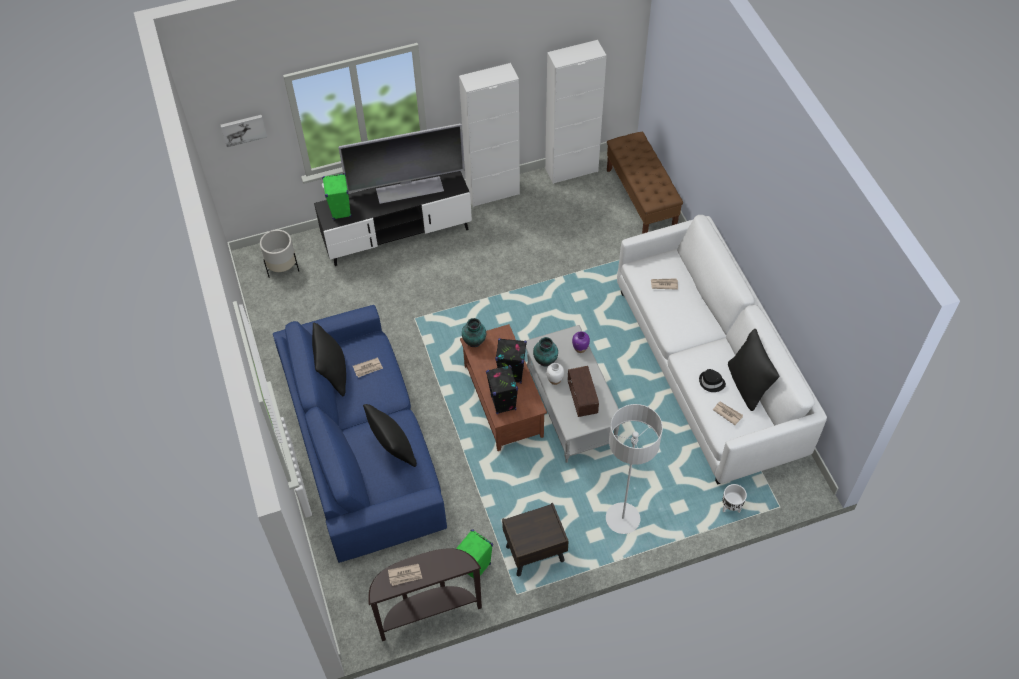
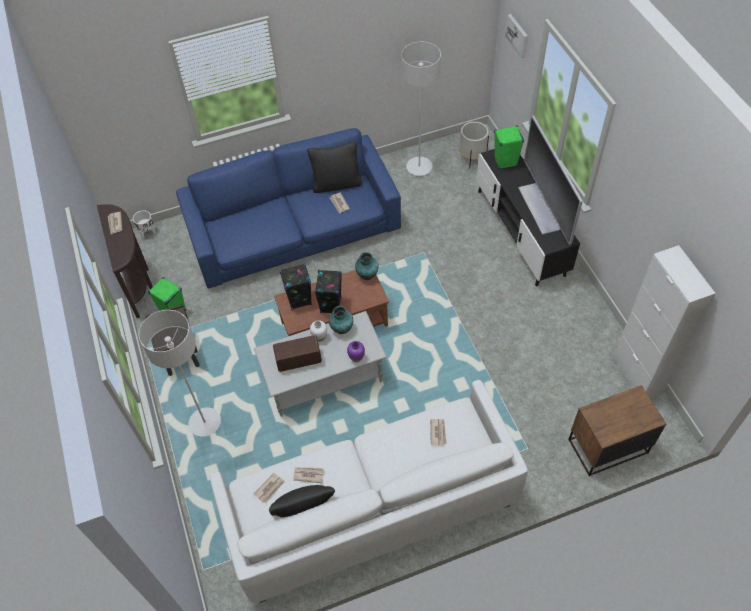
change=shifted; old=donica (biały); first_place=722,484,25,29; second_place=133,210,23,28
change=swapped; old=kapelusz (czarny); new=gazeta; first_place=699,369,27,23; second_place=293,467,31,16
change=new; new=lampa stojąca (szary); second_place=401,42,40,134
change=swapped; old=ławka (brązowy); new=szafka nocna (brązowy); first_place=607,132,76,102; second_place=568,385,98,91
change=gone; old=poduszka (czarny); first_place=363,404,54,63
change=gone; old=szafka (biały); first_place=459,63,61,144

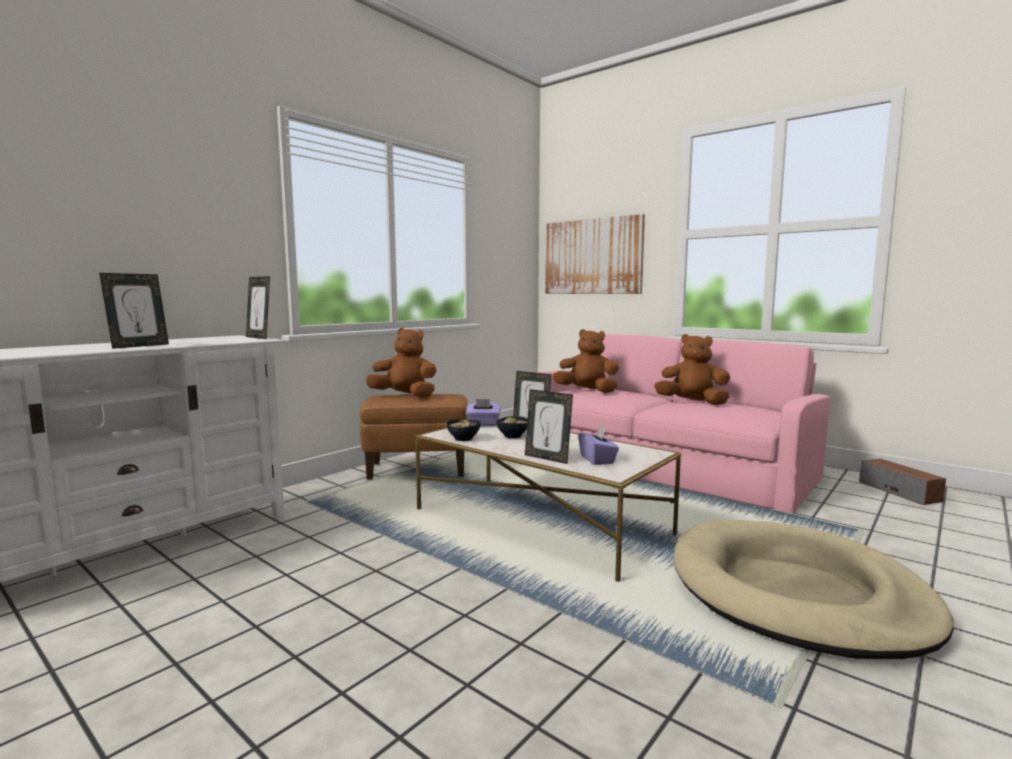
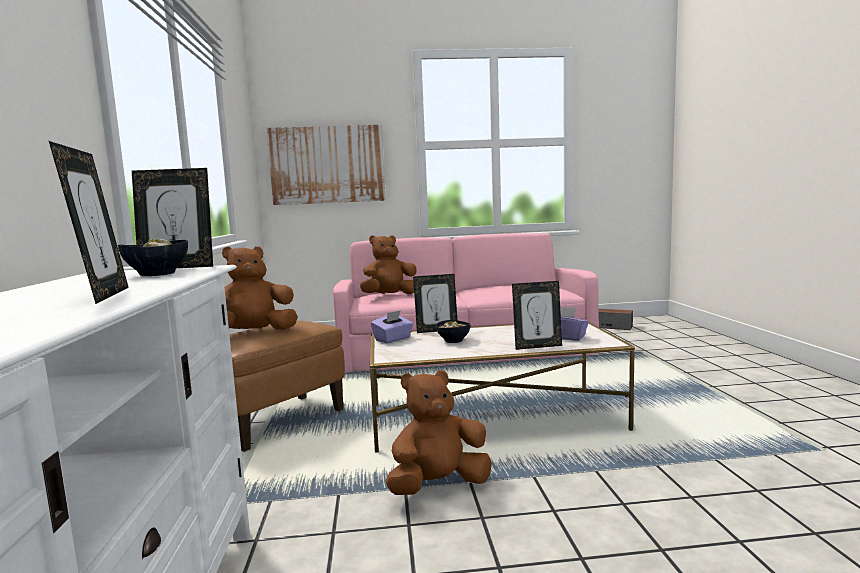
change=shifted; old=miska; first_place=447,419,34,22; second_place=118,239,70,37
change=shifted; old=pluszak (brązowy); first_place=654,334,76,71; second_place=386,370,106,125
change=gone; old=legowisko (beżowy); first_place=674,520,280,139

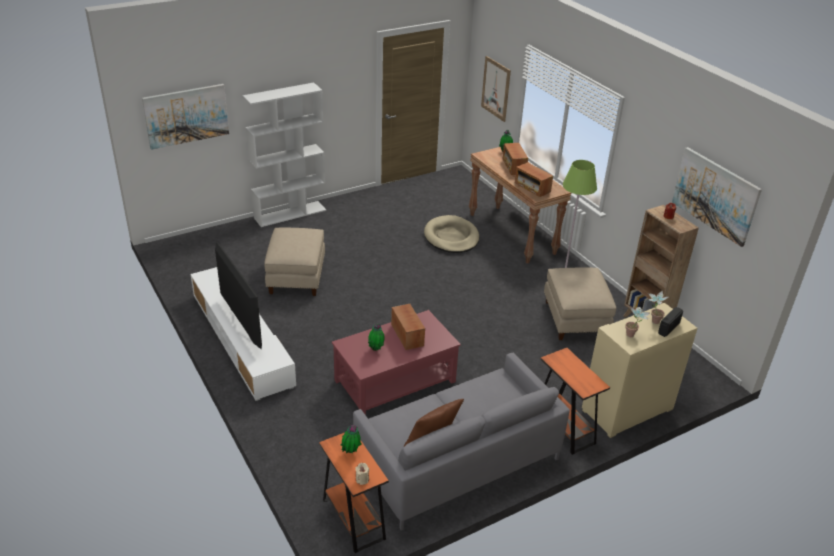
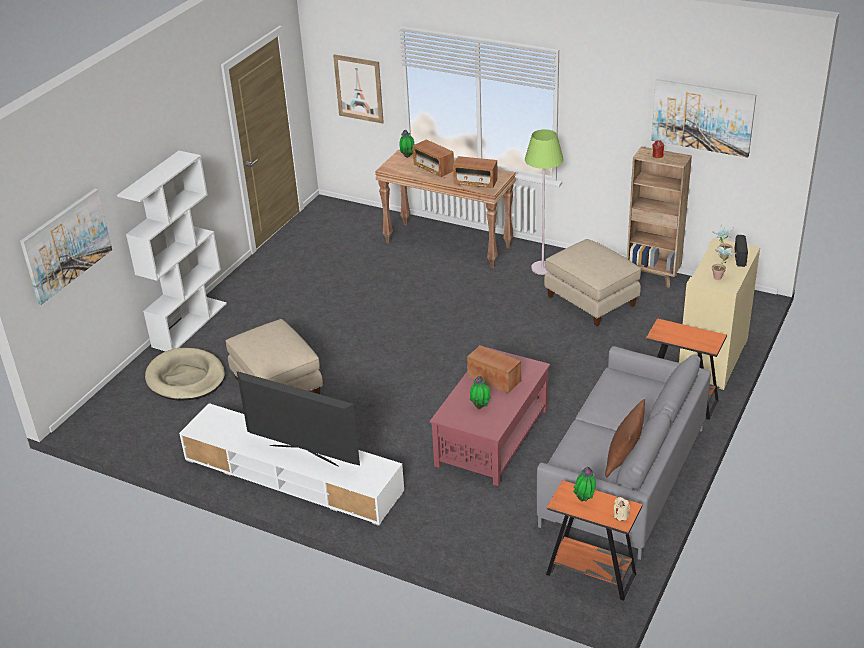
change=shifted; old=legowisko (beżowy); first_place=424,215,55,38; second_place=145,348,80,53

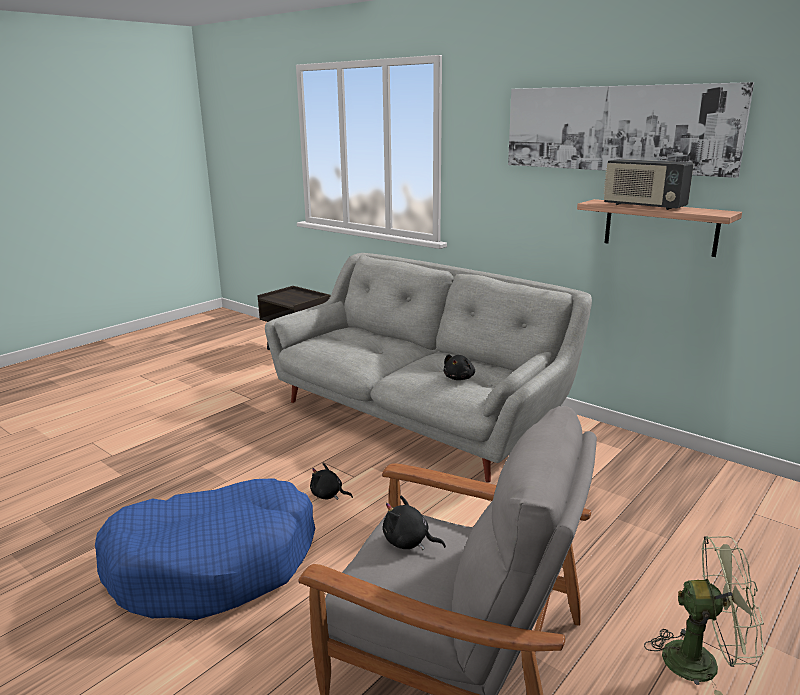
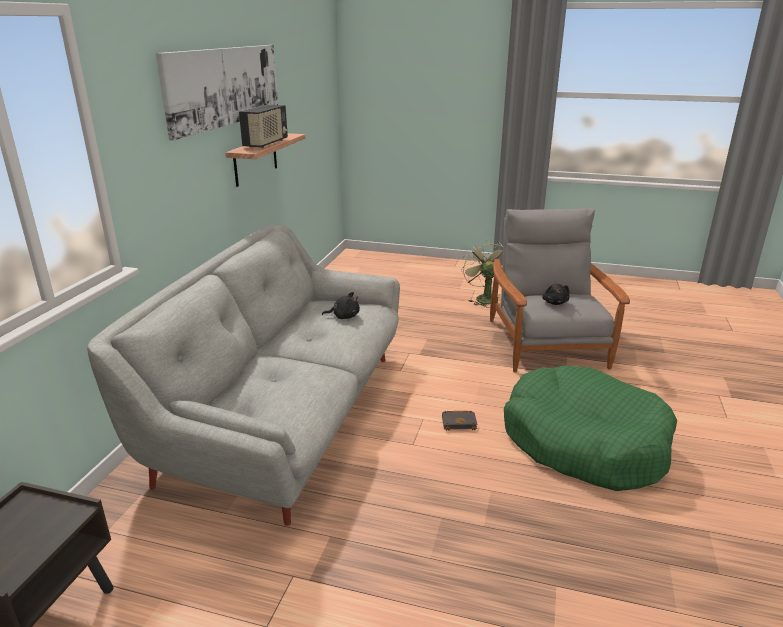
change=swapped; old=pluszak (czarny); new=książka (czarny); first_place=310,463,43,37; second_place=442,411,35,20
change=repainted; old=legowisko (niebieski); new=legowisko (zielony); first_place=95,478,220,142; second_place=504,365,173,126

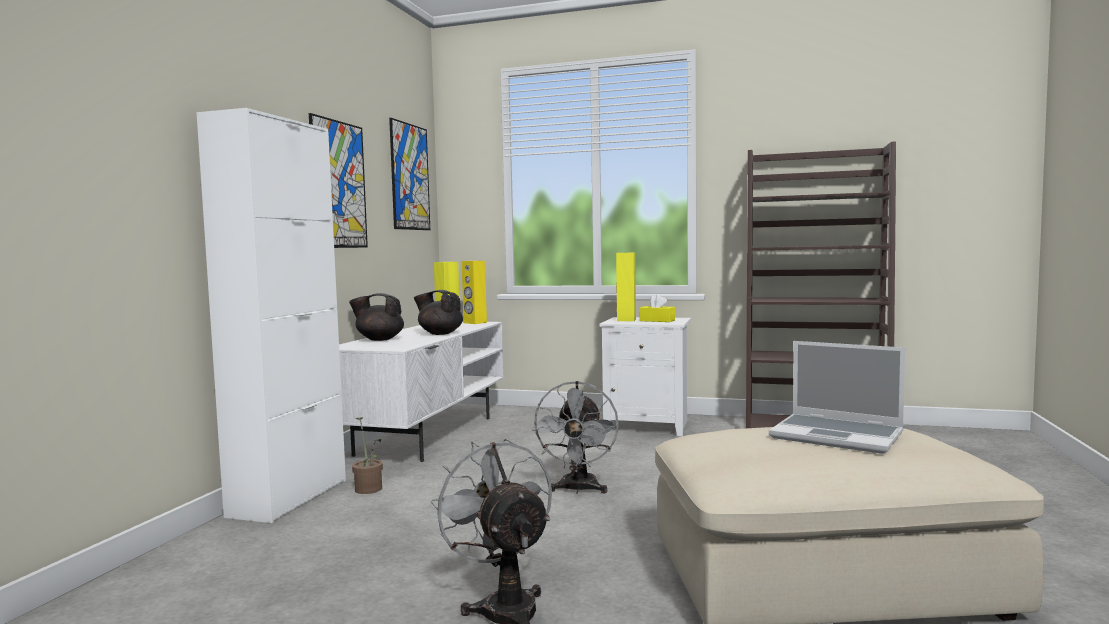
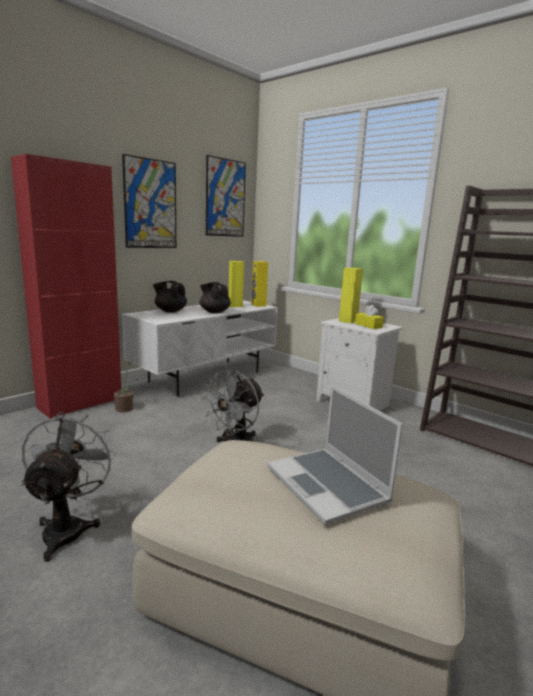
change=repainted; old=szafka (biały); new=szafka (czerwony); first_place=197,108,149,415; second_place=11,154,110,265

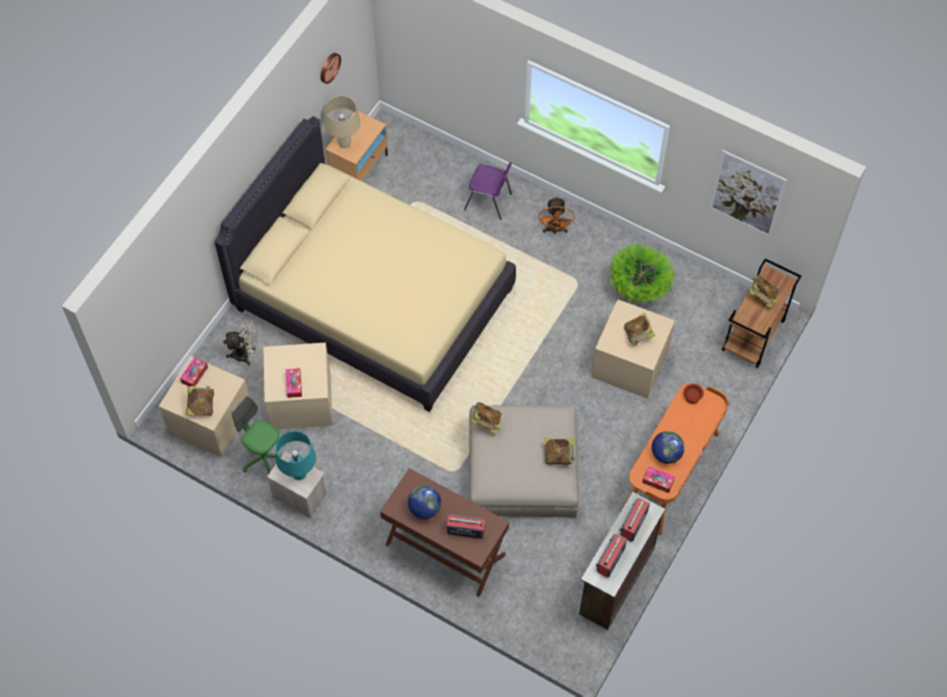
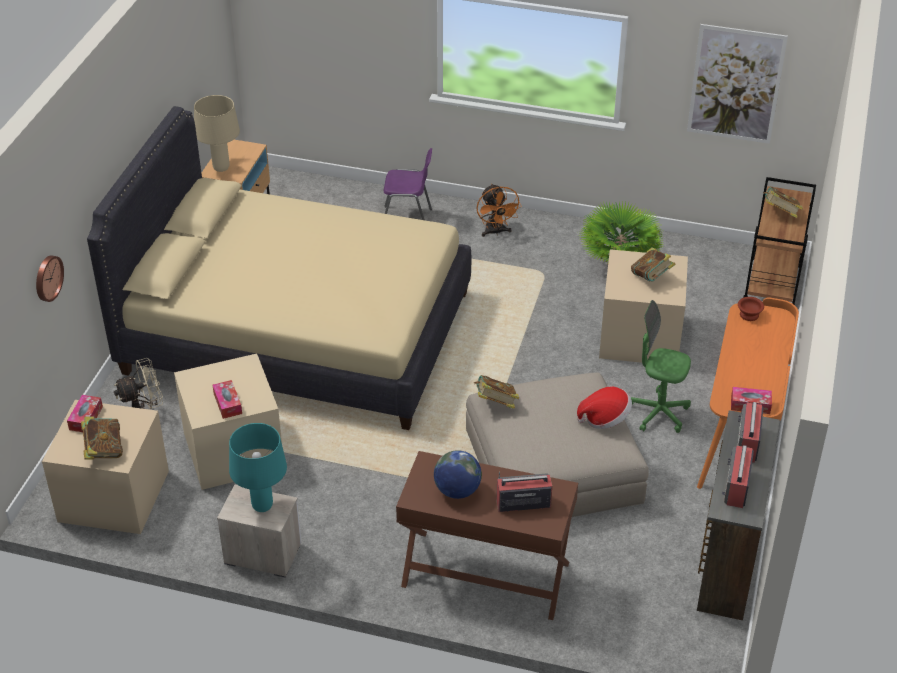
change=shifted; old=zegar ścienny; first_place=320,53,21,31; second_place=36,255,28,47
change=swapped; old=książka; new=kapelusz; first_place=544,438,32,27; second_place=577,386,55,43
change=shifted; old=krzesło biurowe (zielony); first_place=231,396,52,83; second_place=631,300,60,133
change=gone; old=globus; first_place=652,431,33,33

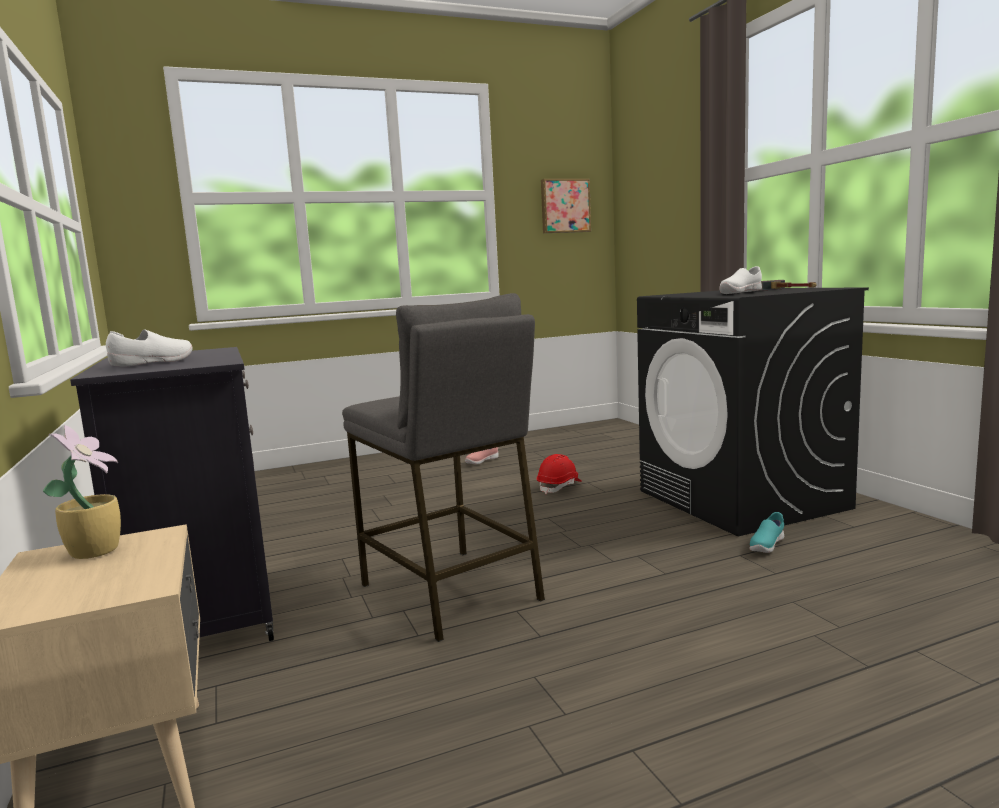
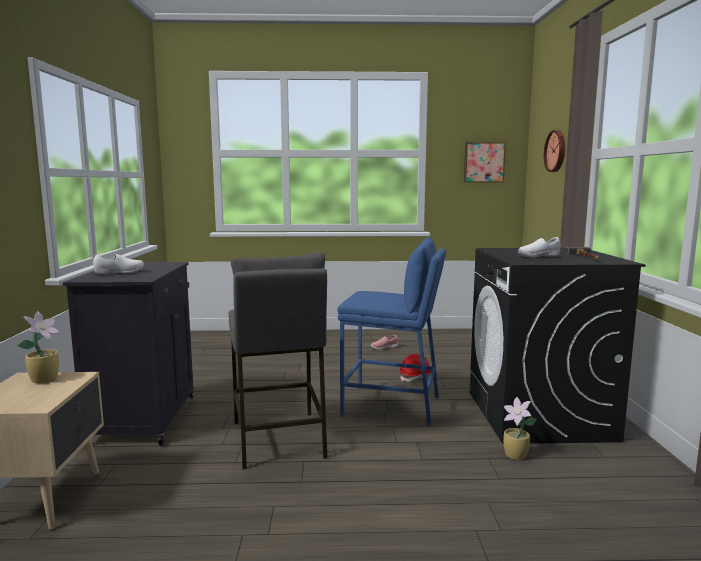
change=new; new=stołek (niebieski); second_place=337,237,109,188
change=swapped; old=but (turkusowy); new=roślina doniczkowa; first_place=749,512,35,41; second_place=503,397,33,63
change=new; new=zegar ścienny; second_place=544,130,21,42

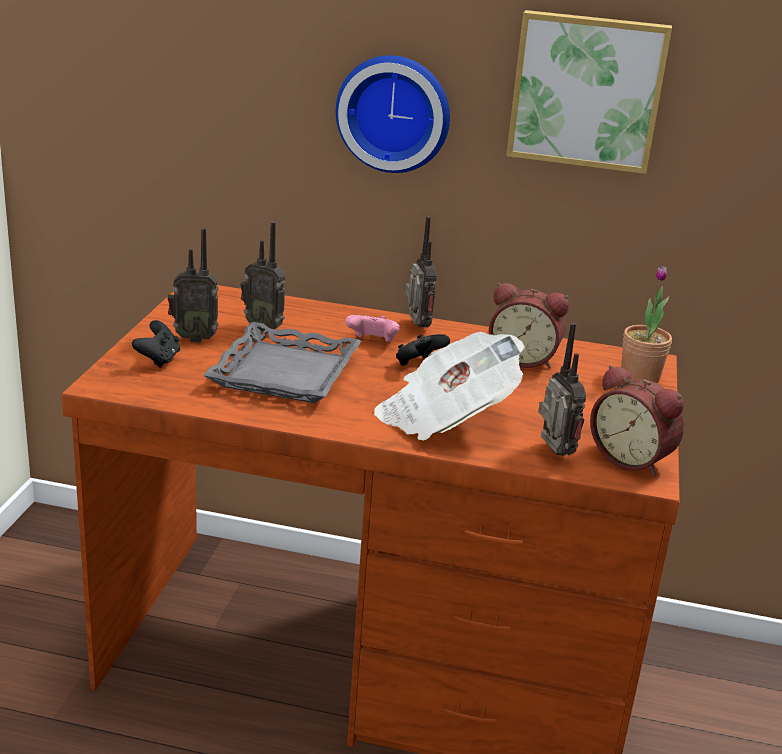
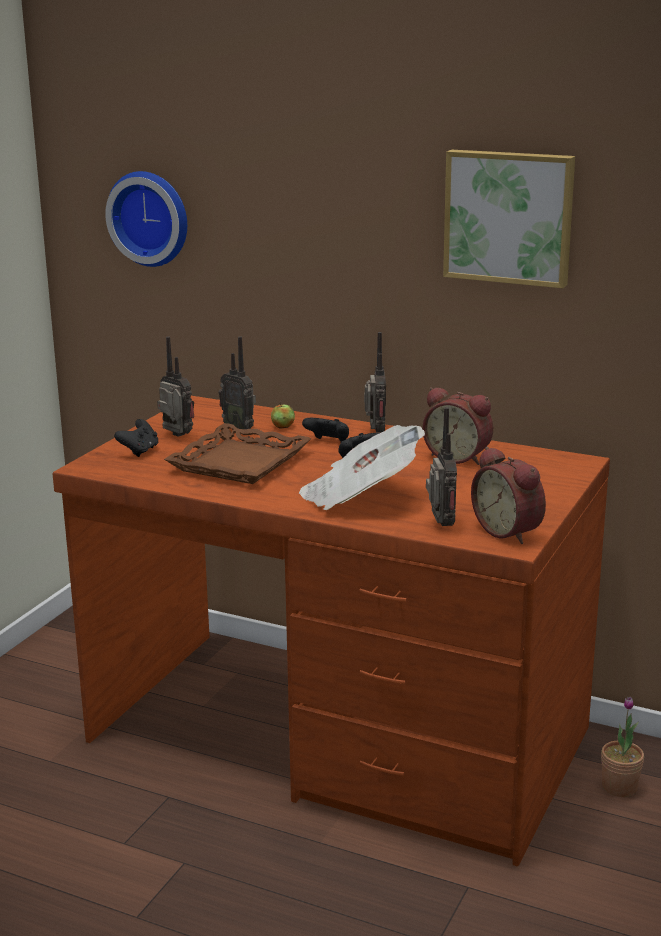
change=shifted; old=zegar ścienny; first_place=336,55,114,118; second_place=105,171,82,96
change=rotated; old=radio; first_place=168,228,50,114; second_place=157,336,37,101; degrees=-150
change=repainted; old=taca (szary); new=taca (brązowy); first_place=203,322,158,81; second_place=164,423,147,61
change=new; new=jabłko; second_place=271,402,24,27
change=repainted; old=pad do gier (różowy); new=pad do gier (czarny); first_place=345,315,55,27; second_place=302,418,47,24
change=shifted; old=roślina doniczkowa; first_place=621,266,51,117; second_place=601,697,43,100

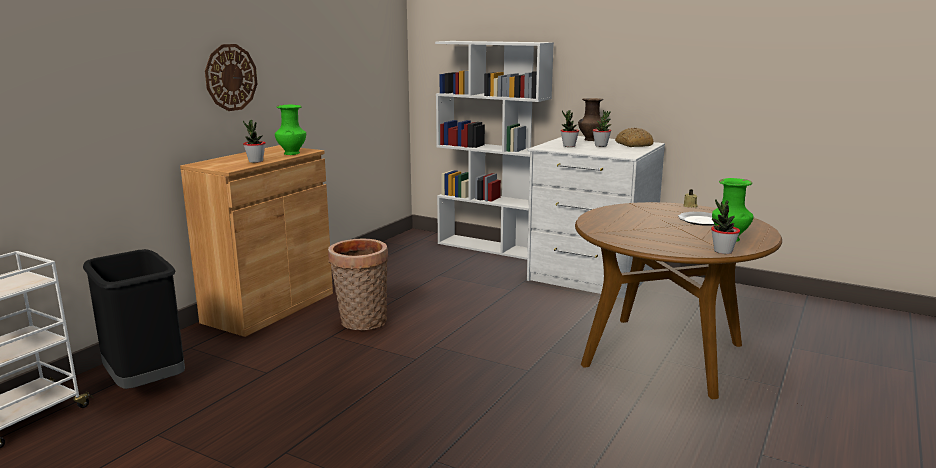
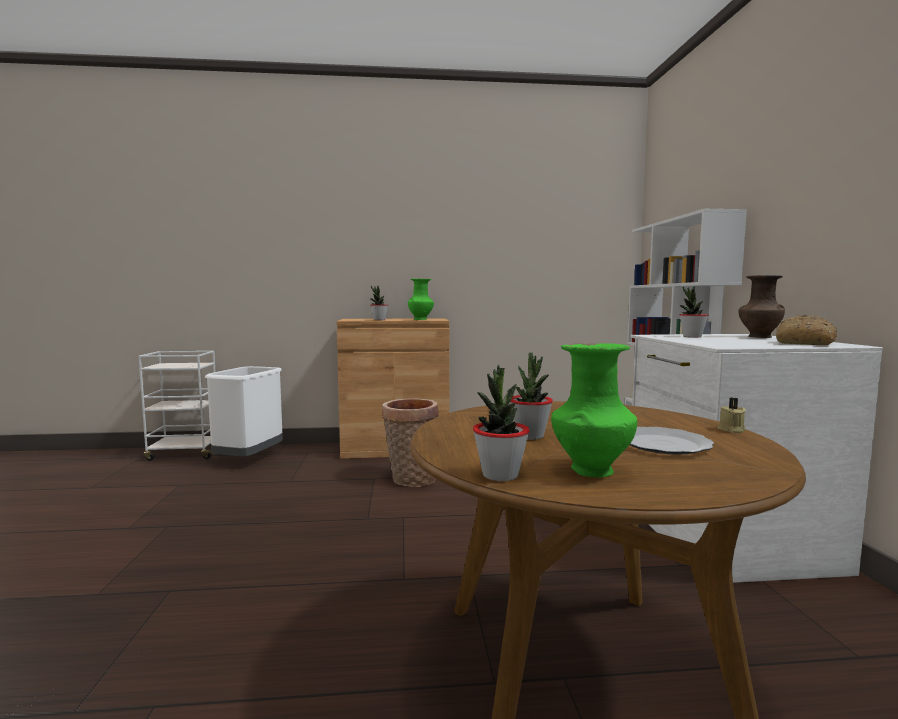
change=repainted; old=kosz na śmieci (czarny); new=kosz na śmieci (biały); first_place=83,249,102,140; second_place=205,366,78,91
change=shifted; old=roślina doniczkowa; first_place=593,110,18,37; second_place=509,353,44,87
change=gone; old=zegar ścienny; first_place=205,44,52,67

